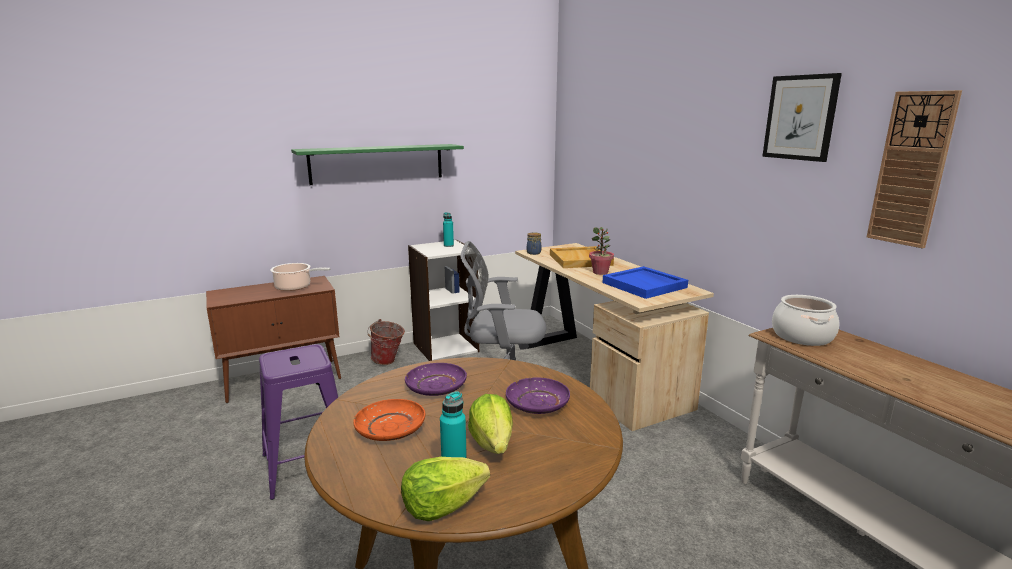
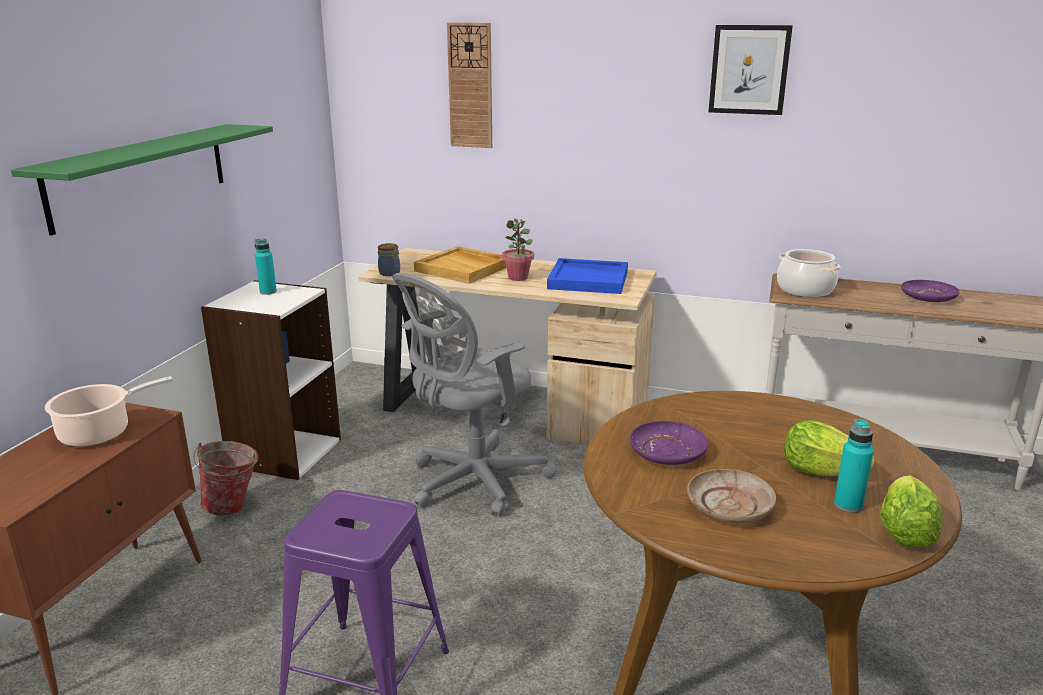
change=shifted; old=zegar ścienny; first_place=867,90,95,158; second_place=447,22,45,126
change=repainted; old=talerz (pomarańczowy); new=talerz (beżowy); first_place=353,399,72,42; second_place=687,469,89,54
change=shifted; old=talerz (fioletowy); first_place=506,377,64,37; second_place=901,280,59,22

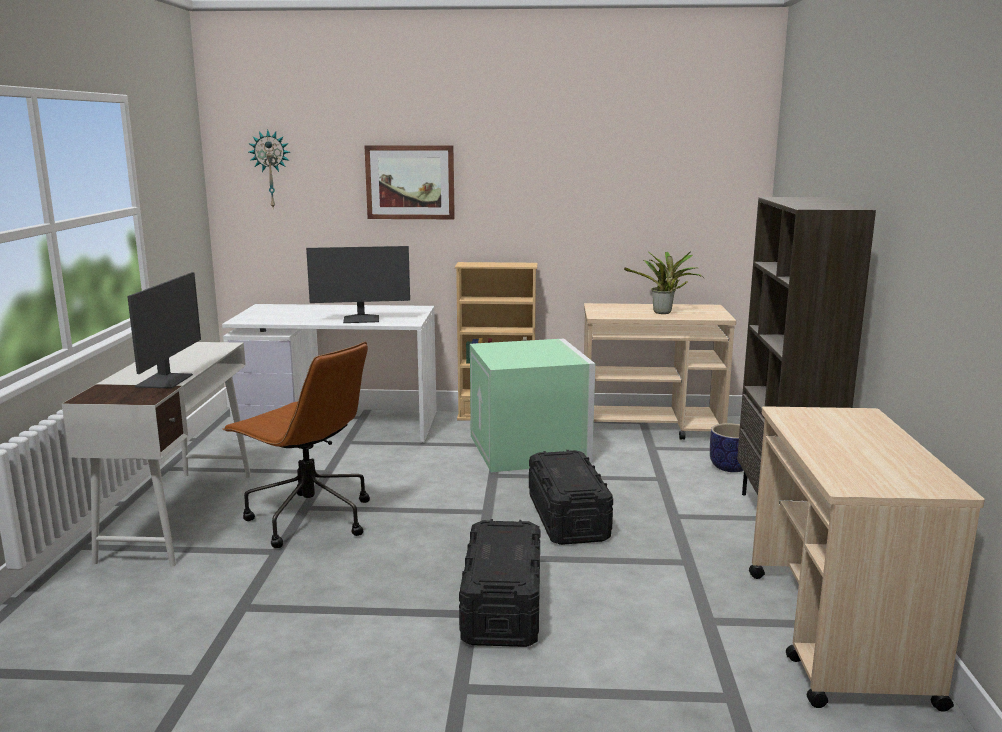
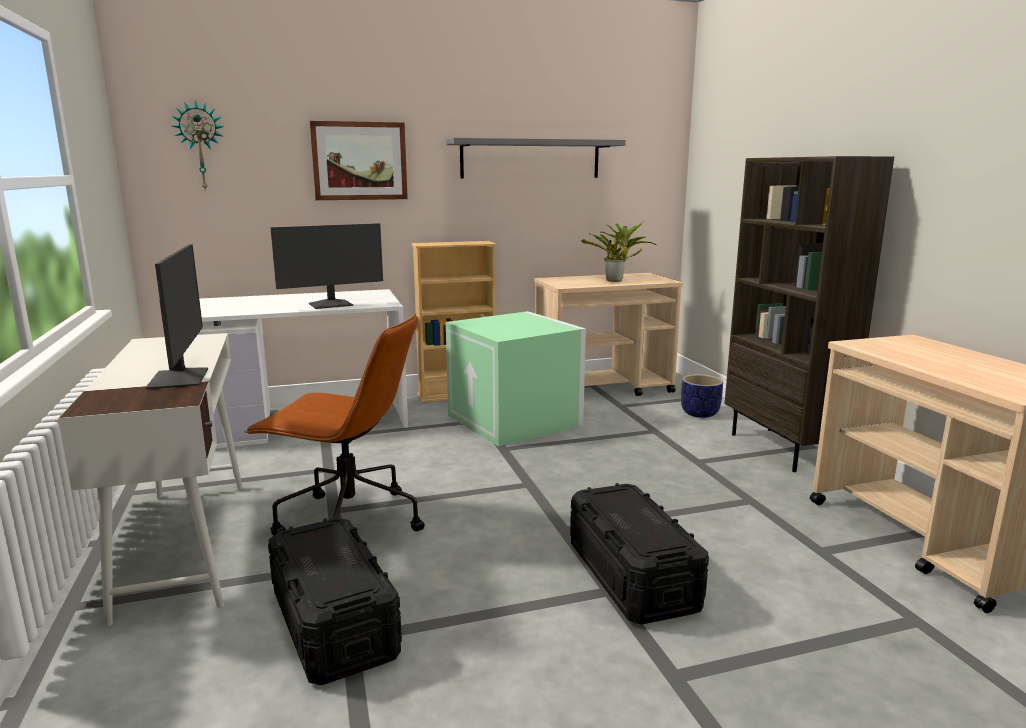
change=shifted; old=pojemnik do przechowywania (czarny); first_place=529,450,84,95; second_place=268,518,134,167
change=new; new=półka (szary); second_place=446,138,180,40

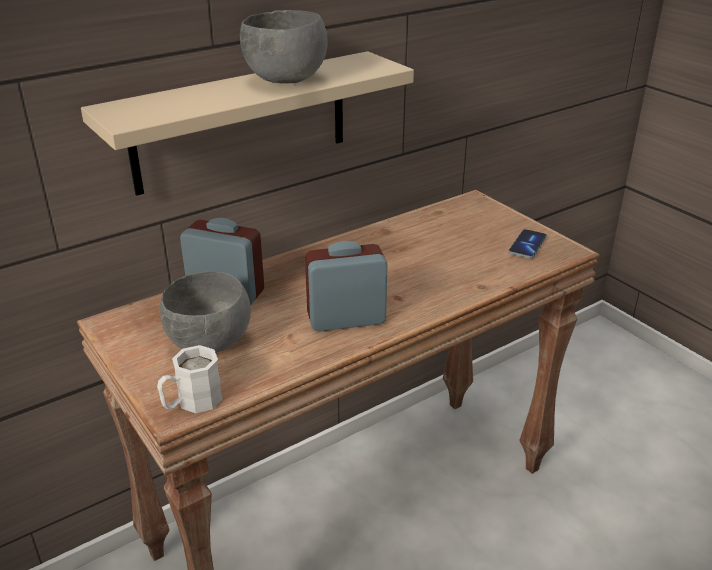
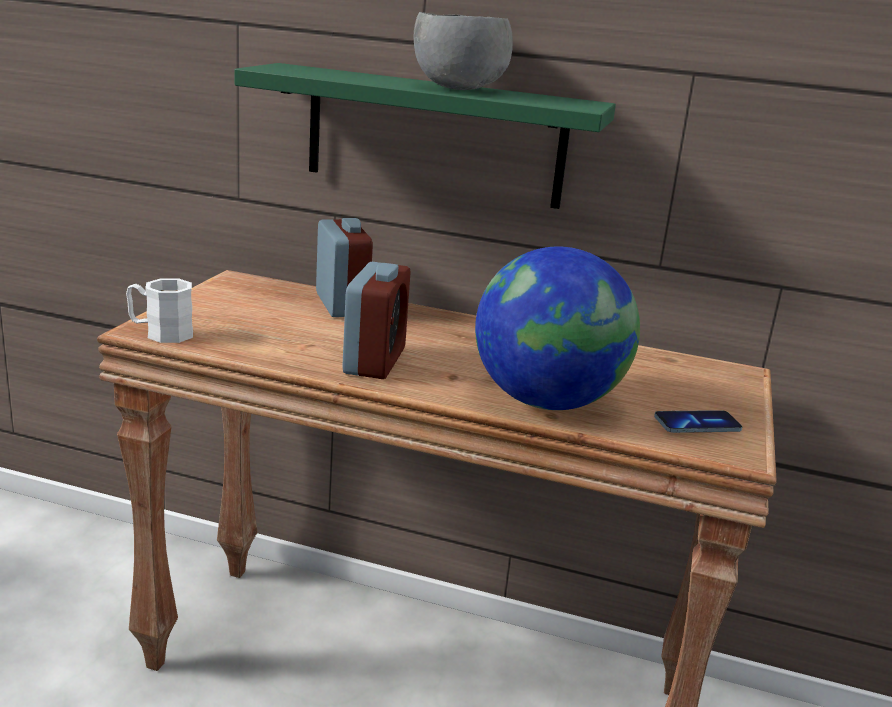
change=repainted; old=półka (beżowy); new=półka (zielony); first_place=81,51,333,145; second_place=234,63,382,146
change=rotated; old=budzik; first_place=305,241,83,91; second_place=342,262,68,117; degrees=60
change=new; new=globus; second_place=475,246,165,164
change=gone; old=miska (szary); first_place=160,272,91,81

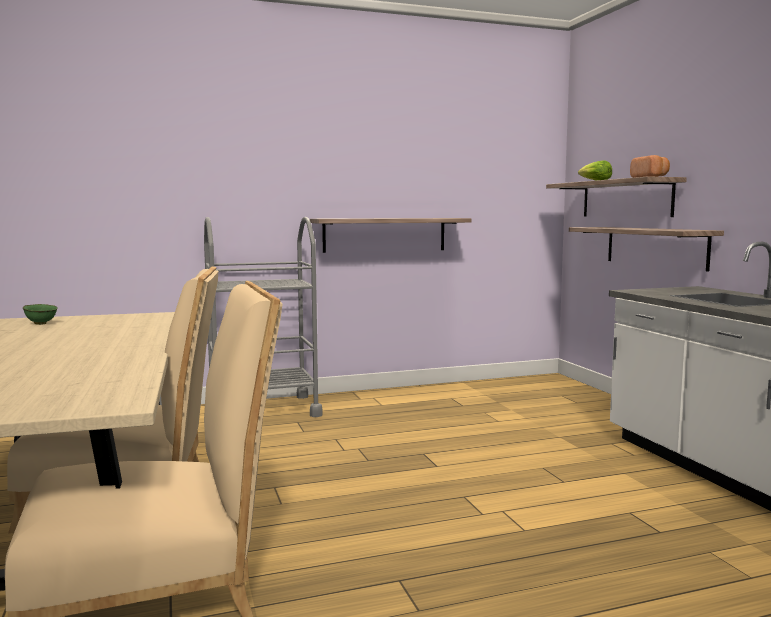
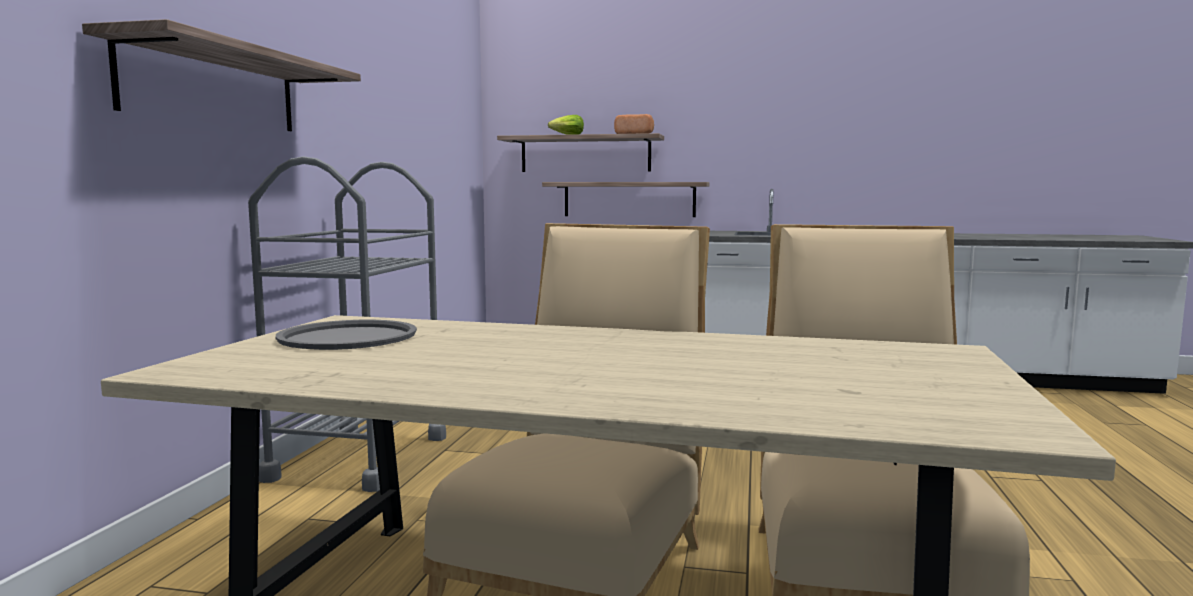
change=shifted; old=półka; first_place=310,218,161,35; second_place=82,19,279,112
change=new; new=taca (szary); second_place=276,320,141,30
change=gone; old=miska (zielony); first_place=23,304,35,21

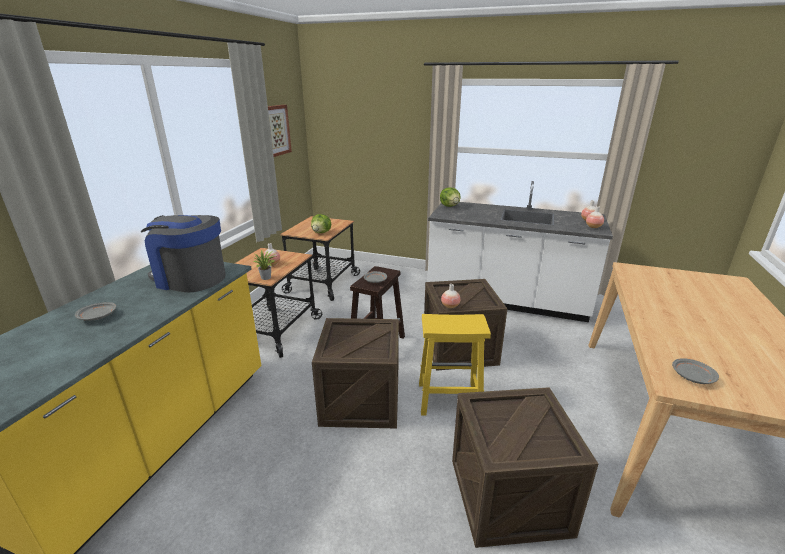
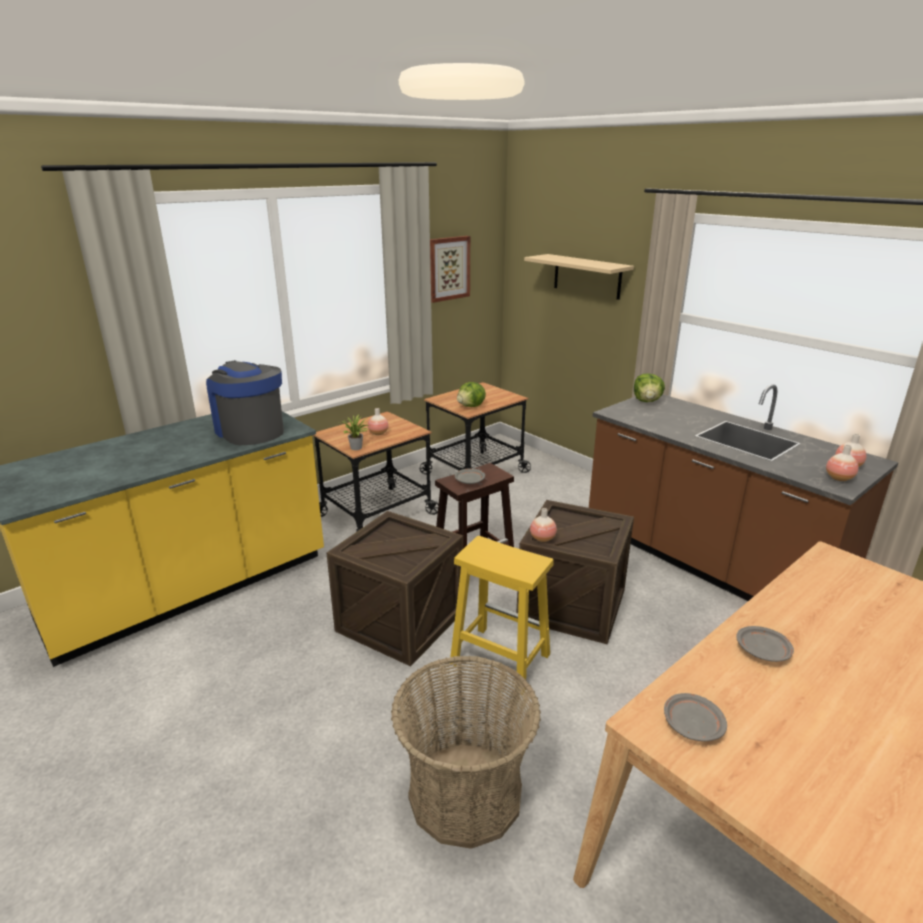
change=swapped; old=skrzynka; new=koszyk; first_place=452,387,146,161; second_place=391,655,150,194
change=new; new=półka (beżowy); second_place=524,254,110,46
change=repainted; old=zabudowa kuchenna (biały); new=zabudowa kuchenna (brązowy); first_place=428,181,185,141; second_place=589,384,310,217
change=shifted; old=talerz (szary); first_place=75,302,41,19; second_place=736,626,58,36

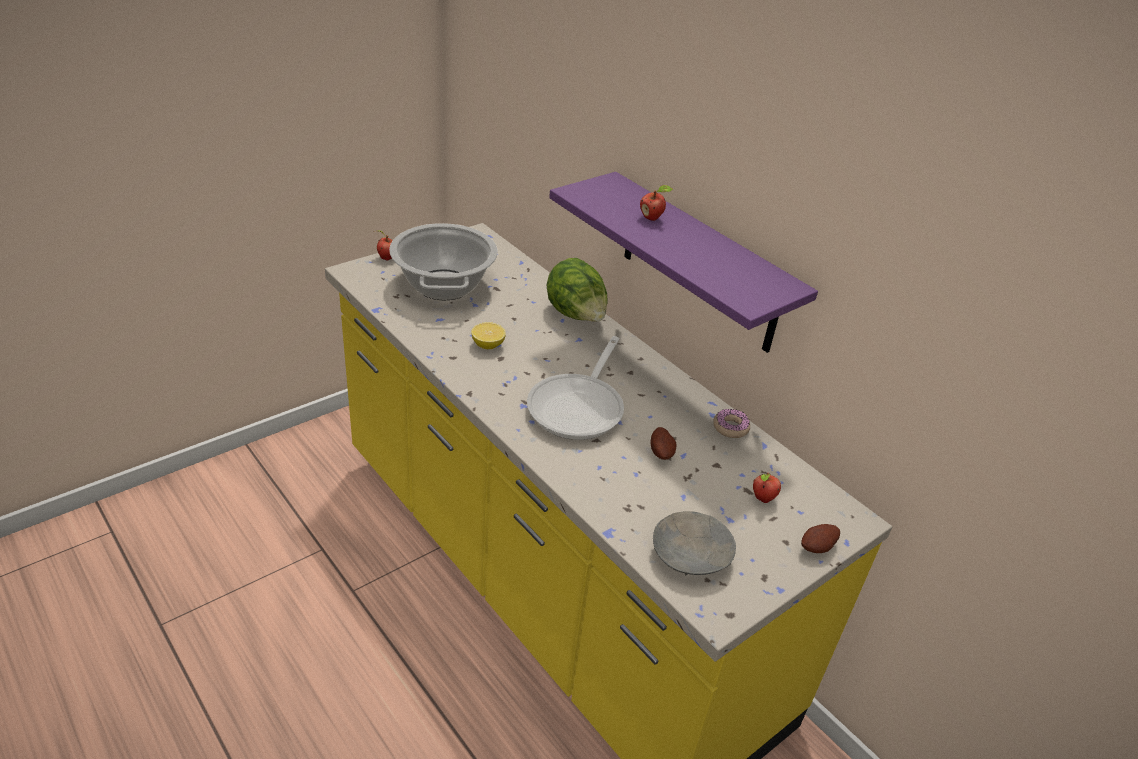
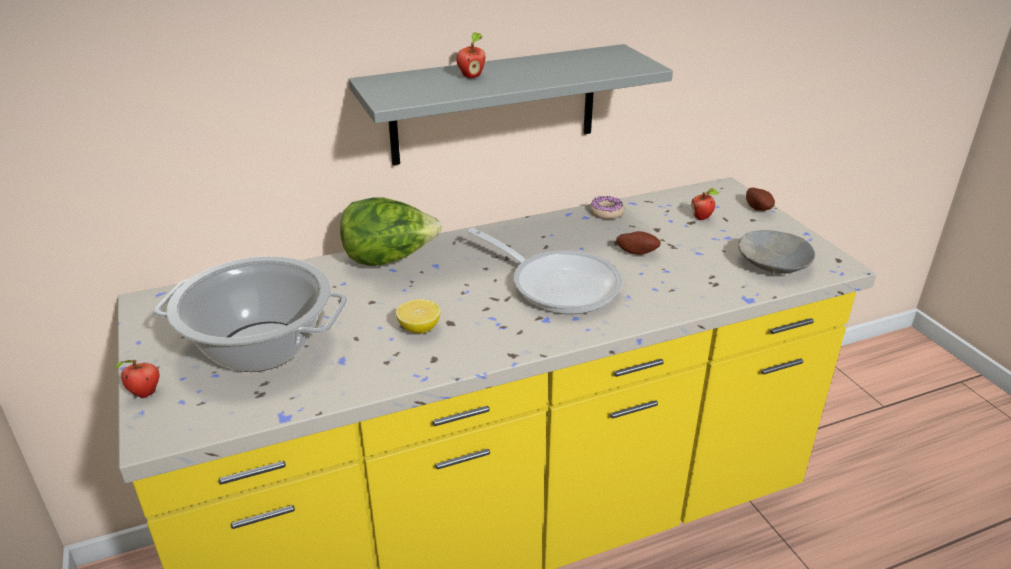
change=repainted; old=półka (fioletowy); new=półka (szary); first_place=549,172,269,181; second_place=348,44,325,121

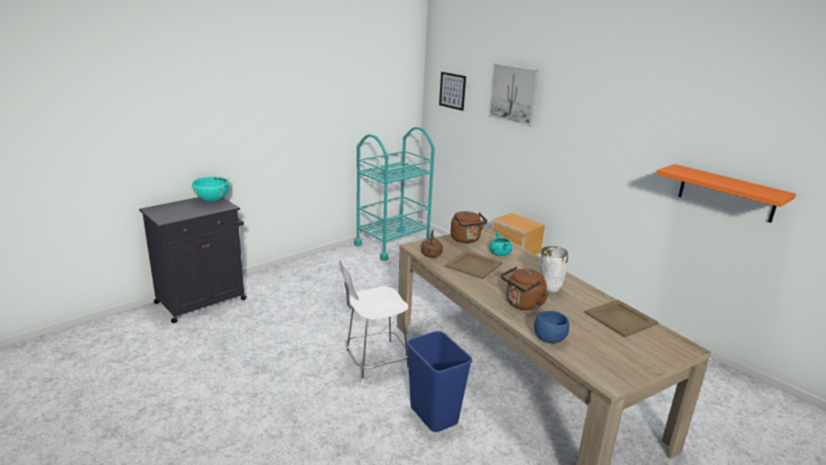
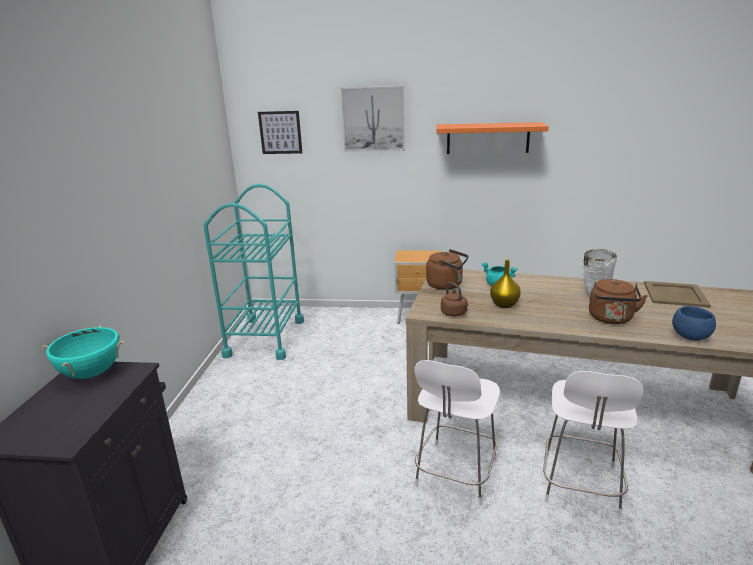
change=shifted; old=półka (pomarańczowy); first_place=656,164,140,59; second_place=436,122,113,32
change=swapped; old=taca (beżowy); new=wazon (żółty); first_place=445,251,58,28; second_place=490,259,31,49
change=swapped; old=kosz na śmieci (niebieski); new=krzesło (biały); first_place=406,331,66,101; second_place=543,371,101,146

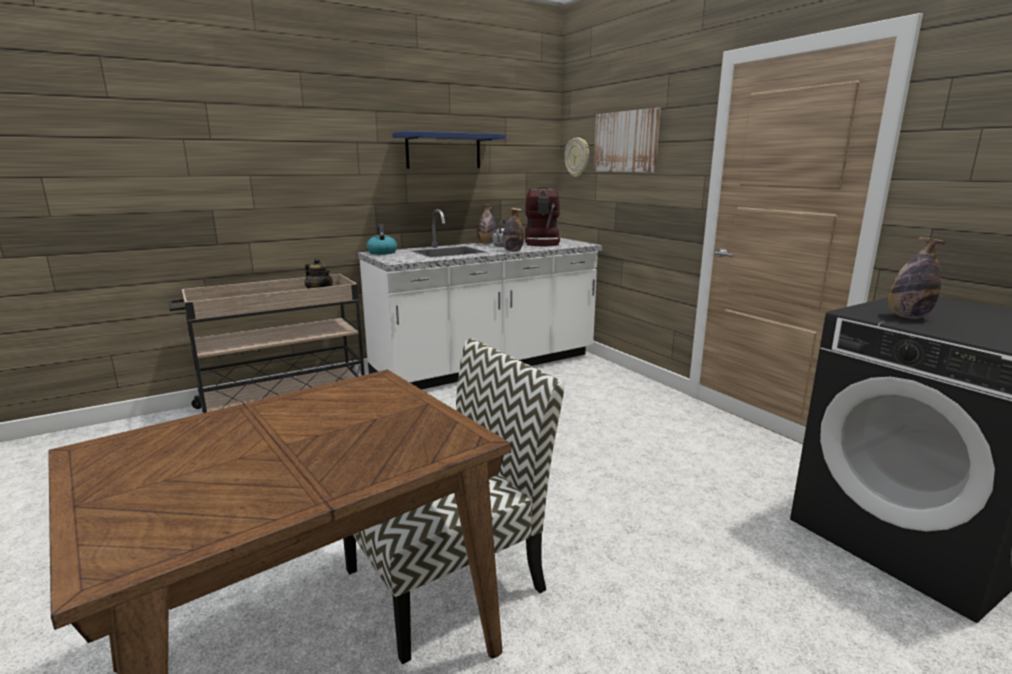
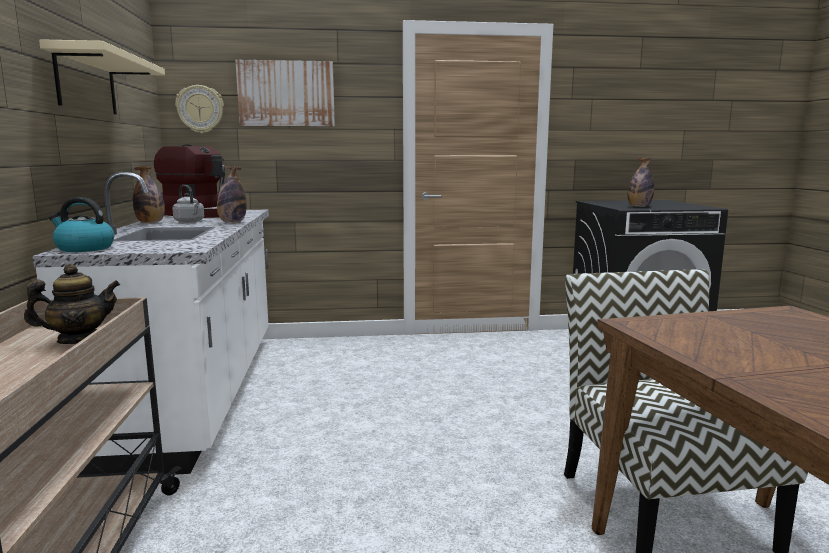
change=repainted; old=półka (niebieski); new=półka (beżowy); first_place=393,131,112,38; second_place=39,39,126,76

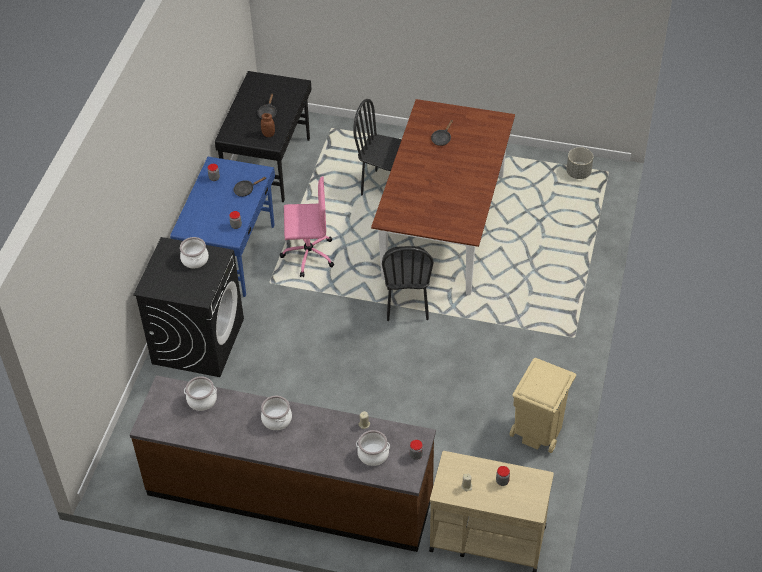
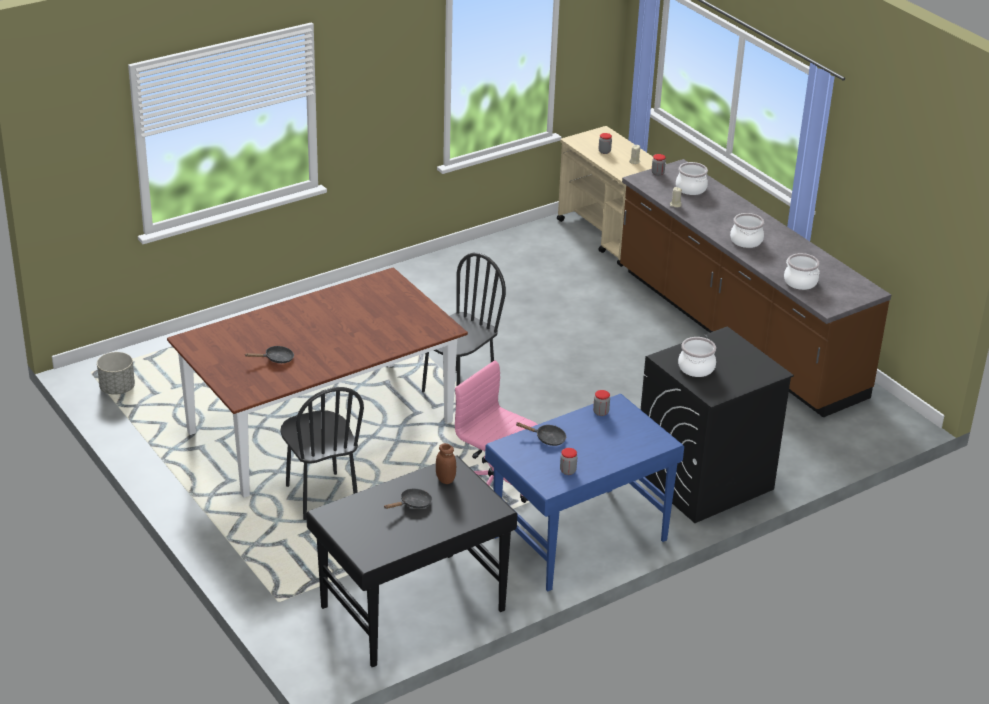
change=gone; old=kosz na śmieci (beżowy); first_place=509,358,67,95

